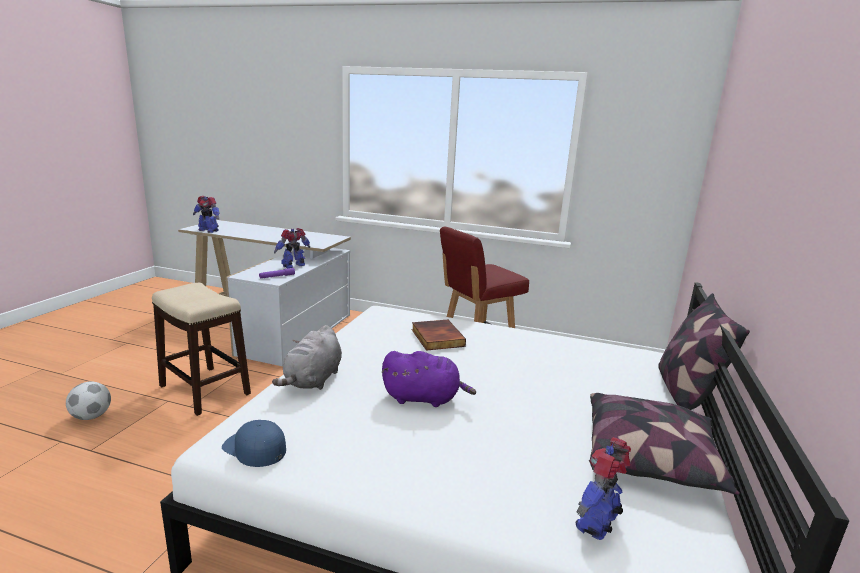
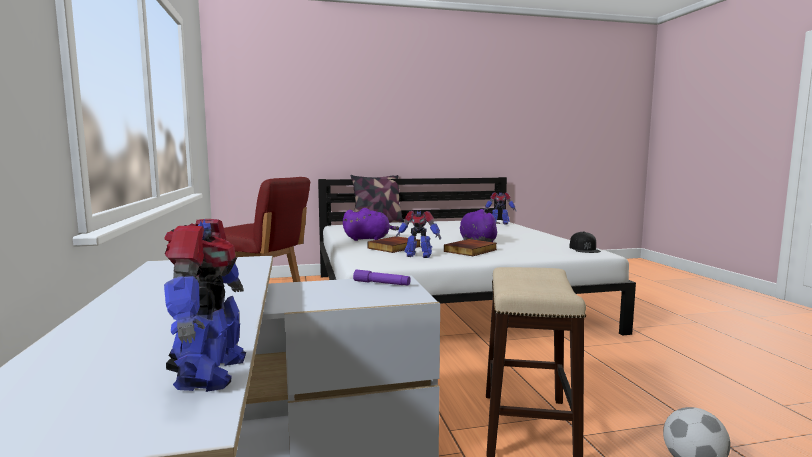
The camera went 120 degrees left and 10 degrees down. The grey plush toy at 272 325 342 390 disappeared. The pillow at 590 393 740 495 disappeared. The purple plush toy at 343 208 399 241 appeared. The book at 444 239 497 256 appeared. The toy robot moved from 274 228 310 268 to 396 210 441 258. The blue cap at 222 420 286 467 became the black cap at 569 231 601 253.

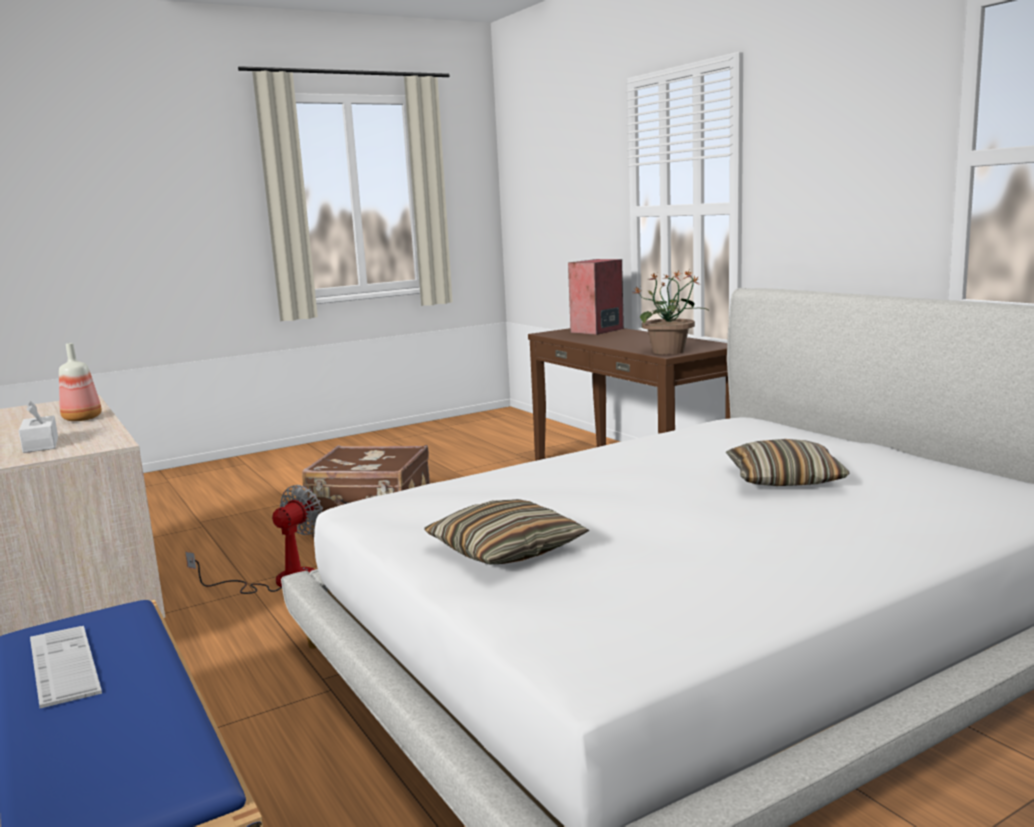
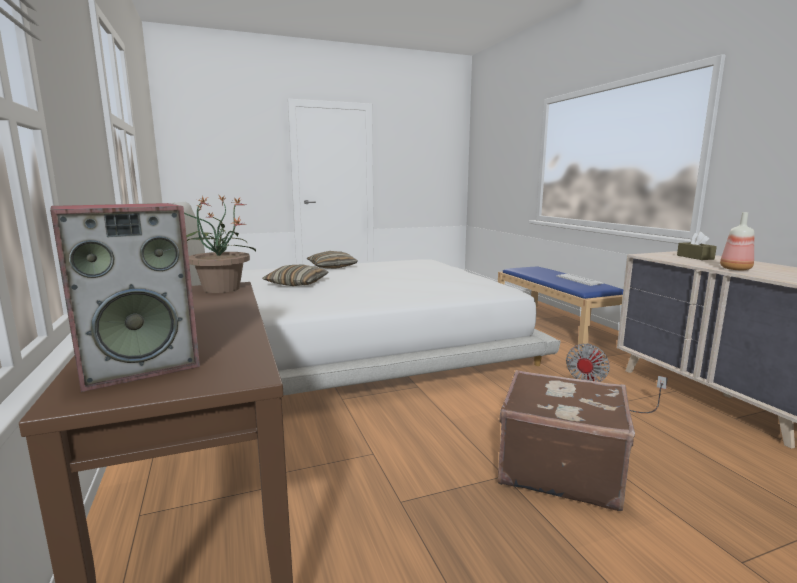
The camera went 170 degrees left and 0 degrees up. The pillow moved from 424 499 589 564 to 307 251 358 269. The white tissue box at 19 401 58 453 became the brown tissue box at 677 232 717 260.

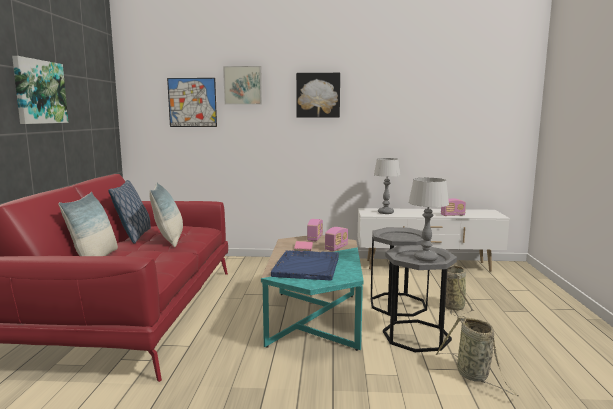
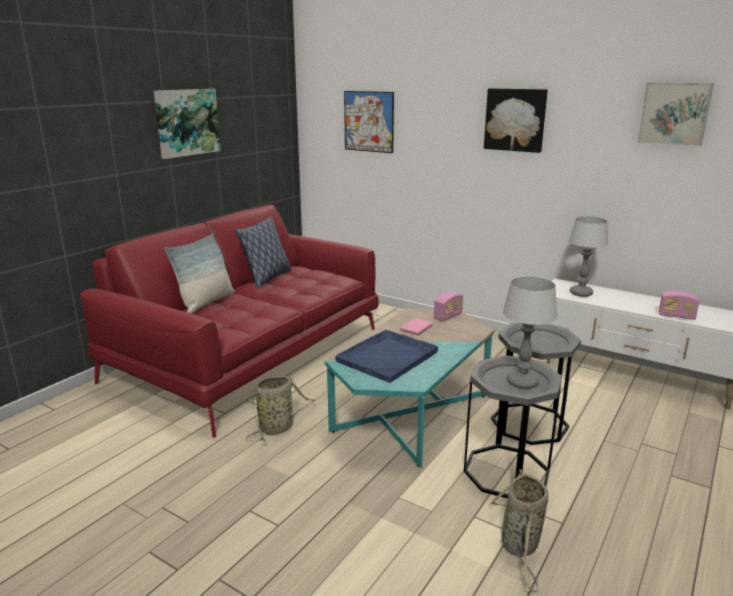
The camera went 30 degrees right and 10 degrees up. The pillow at 150 182 183 247 disappeared. The radio at 325 227 348 251 disappeared. The picture moved from 223 66 262 105 to 637 82 714 146. The basket moved from 445 265 474 316 to 246 376 314 441.

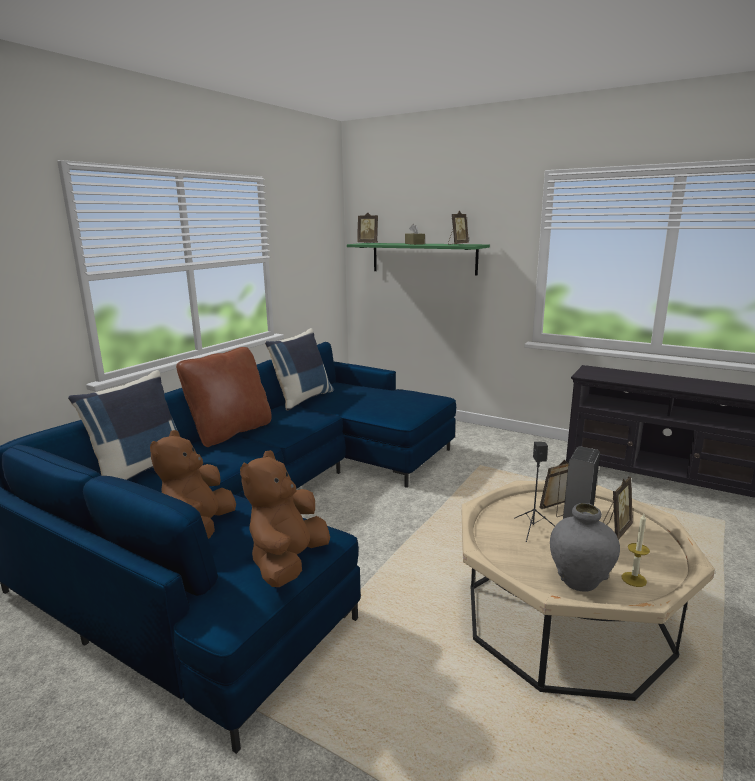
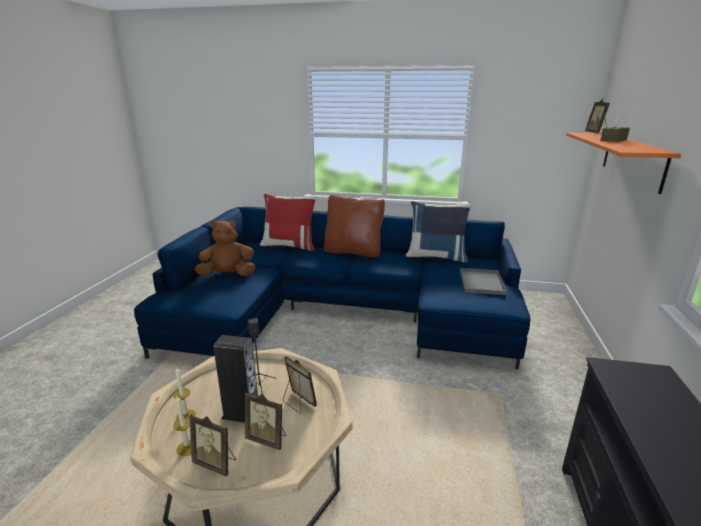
The camera went 70 degrees right and 5 degrees up. The brown plush toy at 240 450 330 587 disappeared. The grey tray at 460 268 507 295 appeared. The picture frame moved from 448 211 469 245 to 190 414 236 476. The grey vase at 550 503 620 592 was replaced by the candle at 173 366 196 420. The blue pillow at 68 370 178 480 became the red pillow at 260 194 316 251. The green shelf at 347 243 490 276 became the orange shelf at 566 132 681 194.

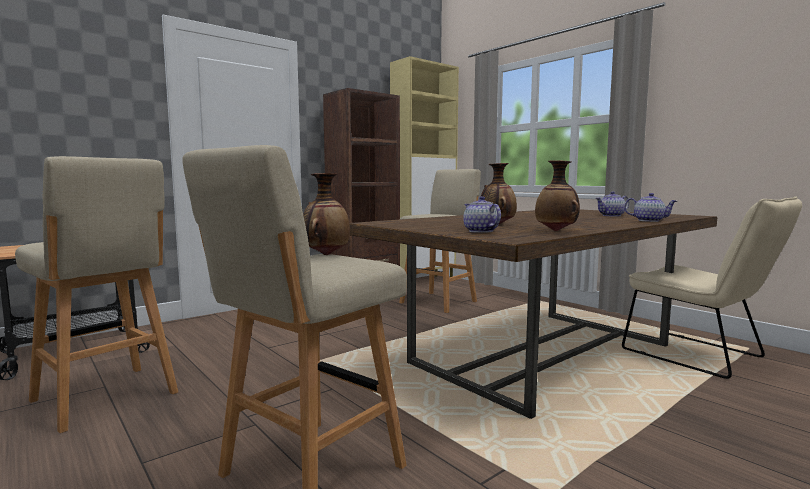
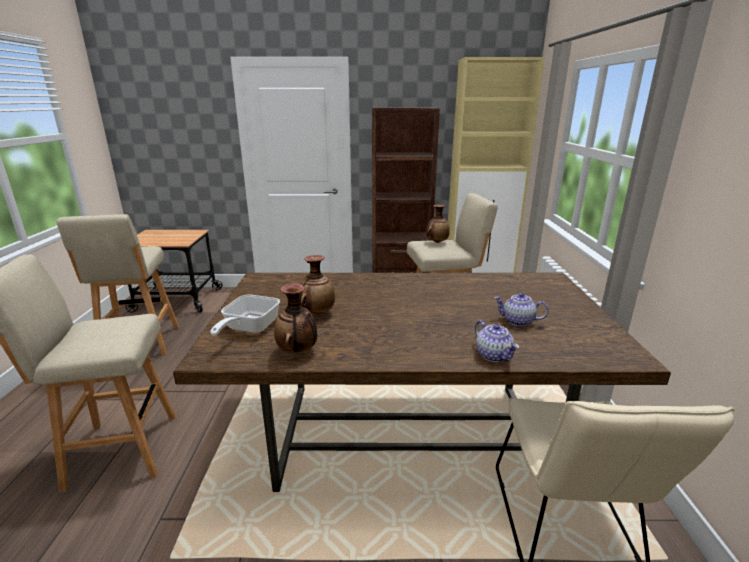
The camera went 40 degrees right and 15 degrees up. The vase moved from 303 173 350 255 to 427 205 450 243. The teapot at 463 196 501 233 was replaced by the frying pan at 210 294 280 336.

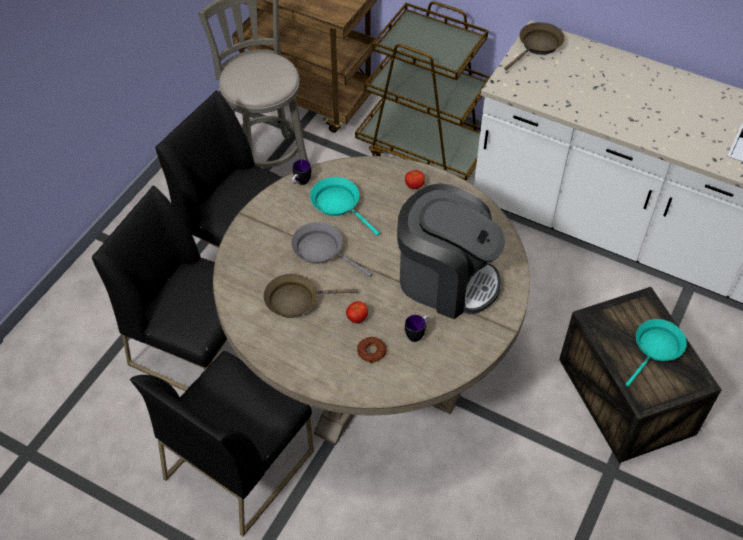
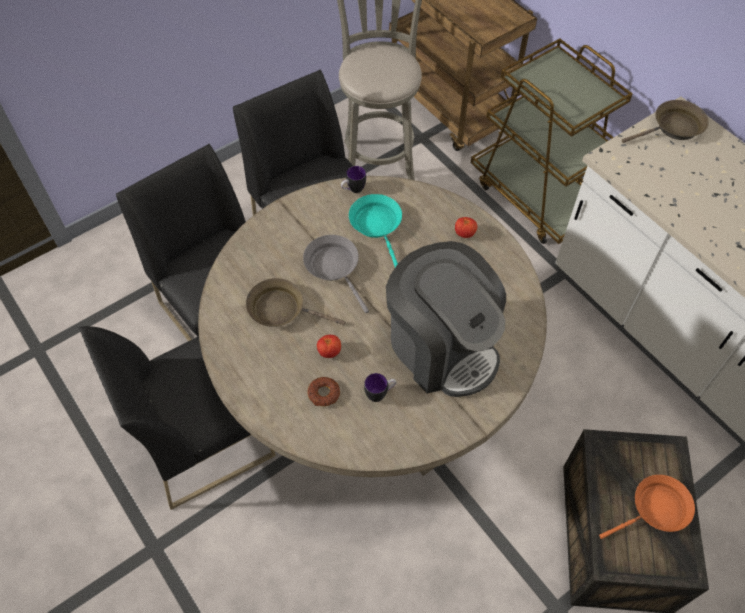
The camera went 25 degrees right and 5 degrees up. The turquoise frying pan at 625 319 687 387 became the orange frying pan at 599 475 695 539.

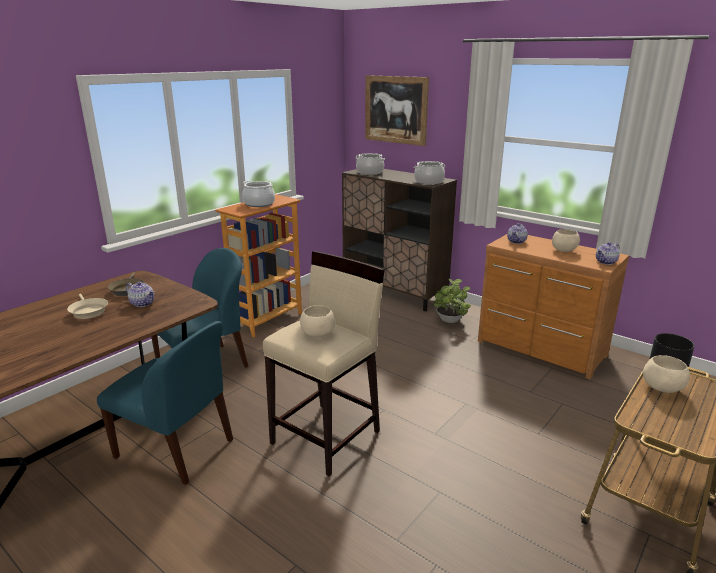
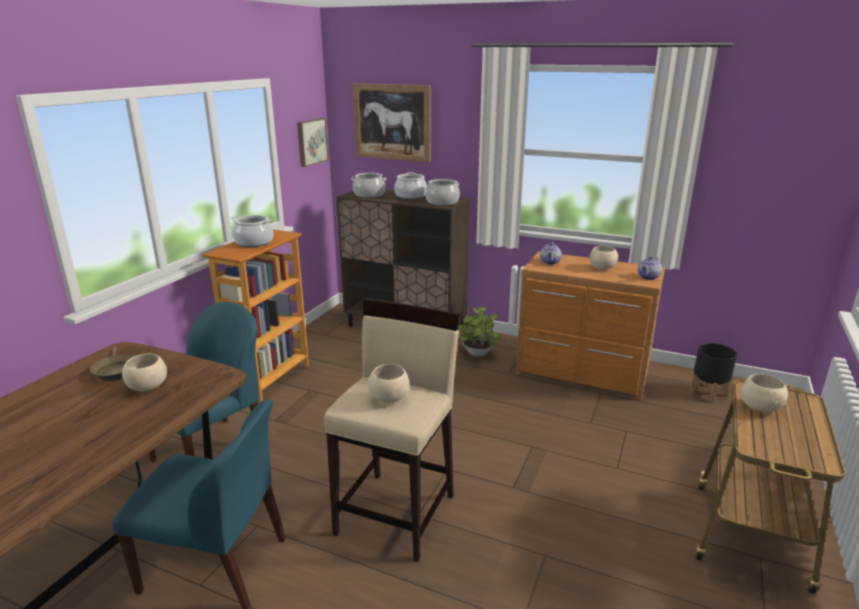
The camera went 15 degrees left and 0 degrees up. The beige frying pan at 67 294 108 319 disappeared. The picture at 297 118 329 167 appeared. The cooking pot at 394 172 427 199 appeared. The teapot at 126 282 155 307 was replaced by the beige bowl at 122 353 167 391.

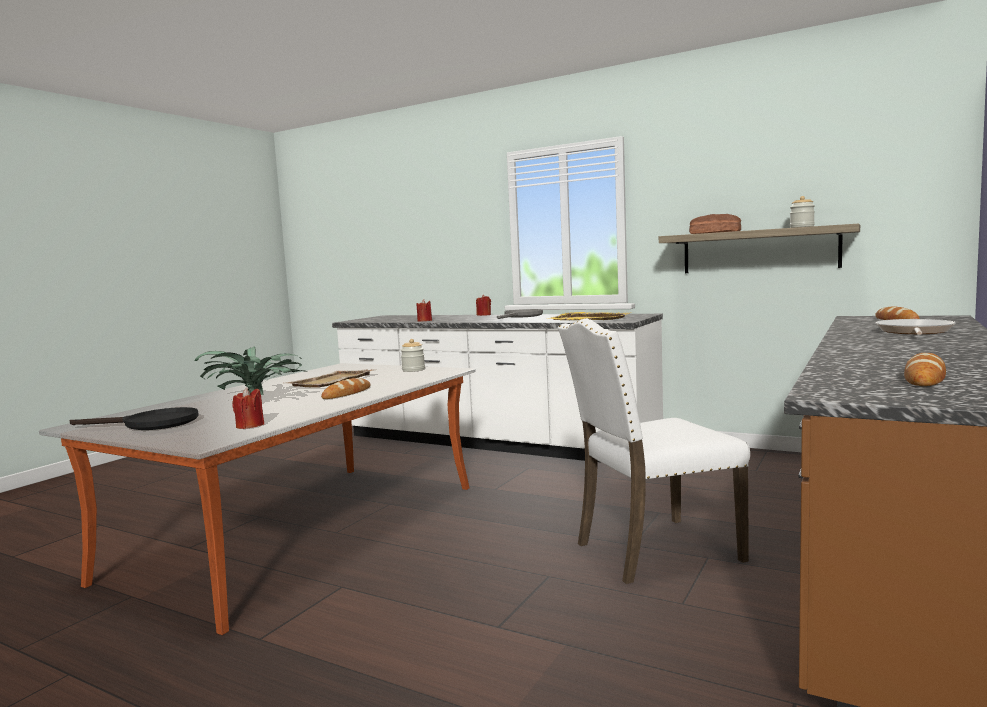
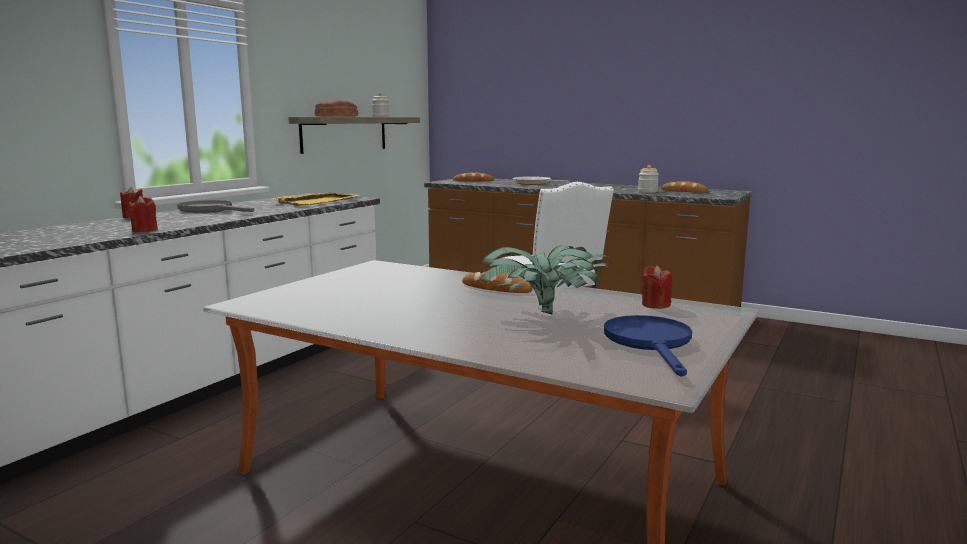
The camera went 90 degrees left and 5 degrees up. The beige tray at 286 369 374 388 disappeared. The jar moved from 401 339 425 372 to 638 165 659 193. The black frying pan at 70 407 199 430 became the blue frying pan at 604 315 692 376.

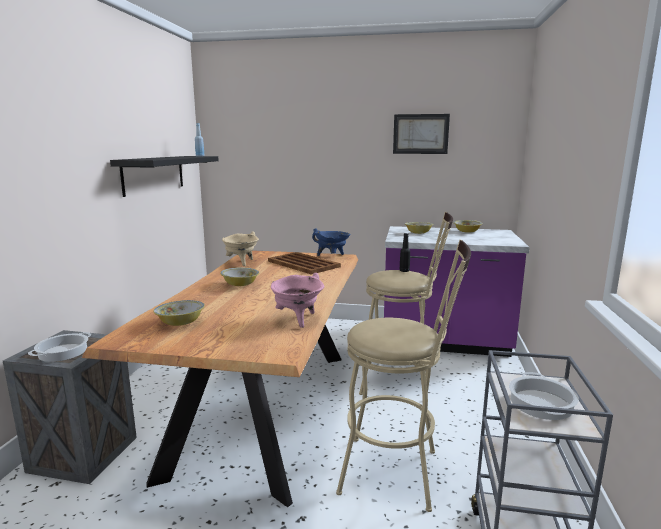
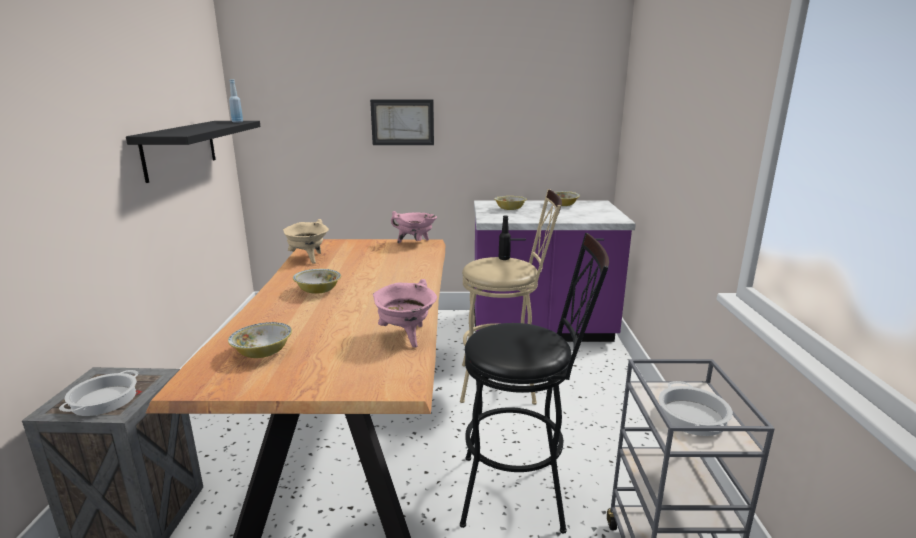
The camera went 10 degrees left and 5 degrees up. The brown tray at 268 252 341 275 disappeared. The picture moved from 393 114 450 154 to 370 99 434 145. The blue cooking pot at 312 228 351 256 became the pink cooking pot at 391 211 437 244. The beige stool at 336 240 471 512 became the black stool at 460 233 609 534.

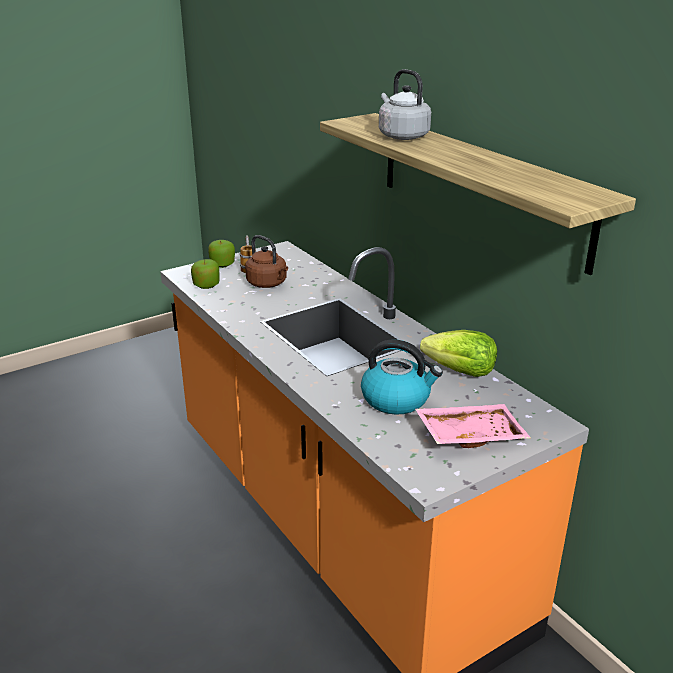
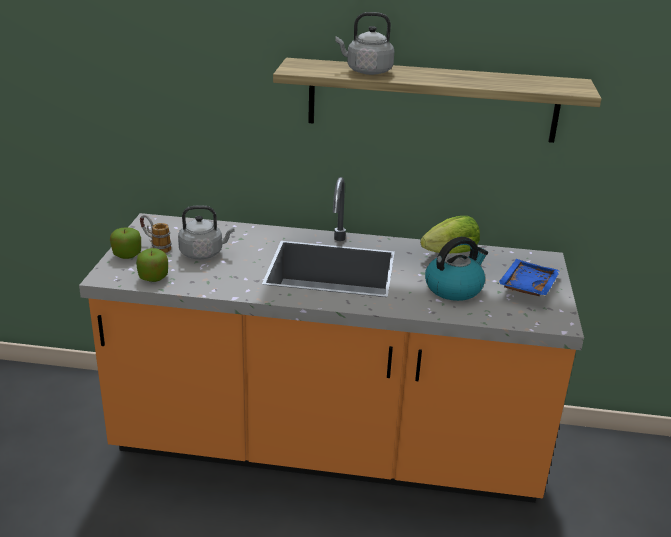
The camera went 50 degrees left and 0 degrees up. The brown kettle at 245 235 288 288 became the grey kettle at 178 206 235 259. The pink tray at 415 404 531 448 became the blue tray at 498 259 560 296.

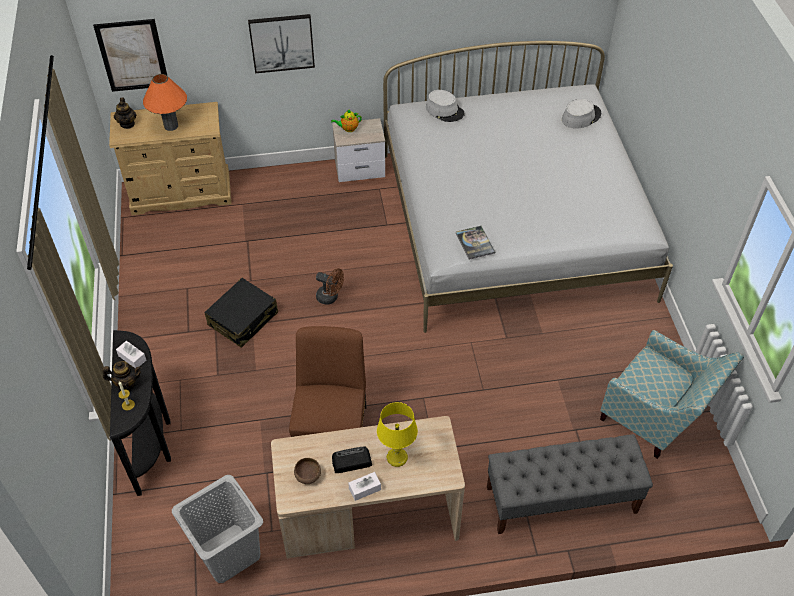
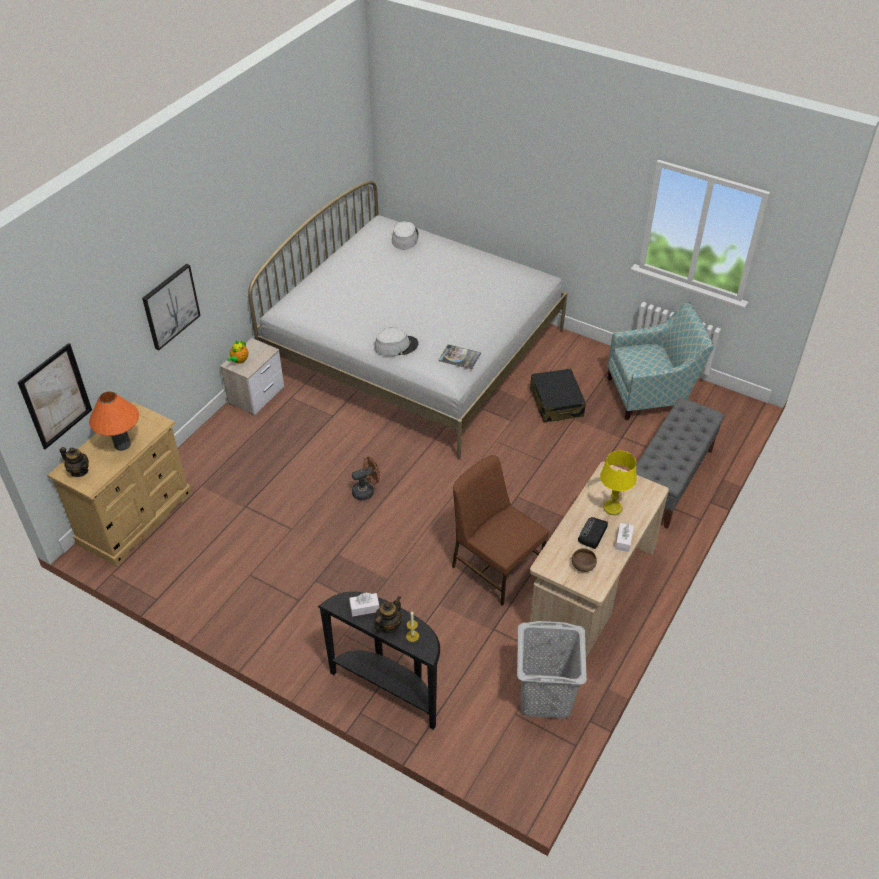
The camera went 50 degrees left and 5 degrees down. The black suitcase moved from 204 278 278 348 to 530 369 586 423. The grey hat moved from 426 90 465 122 to 374 327 419 356.

